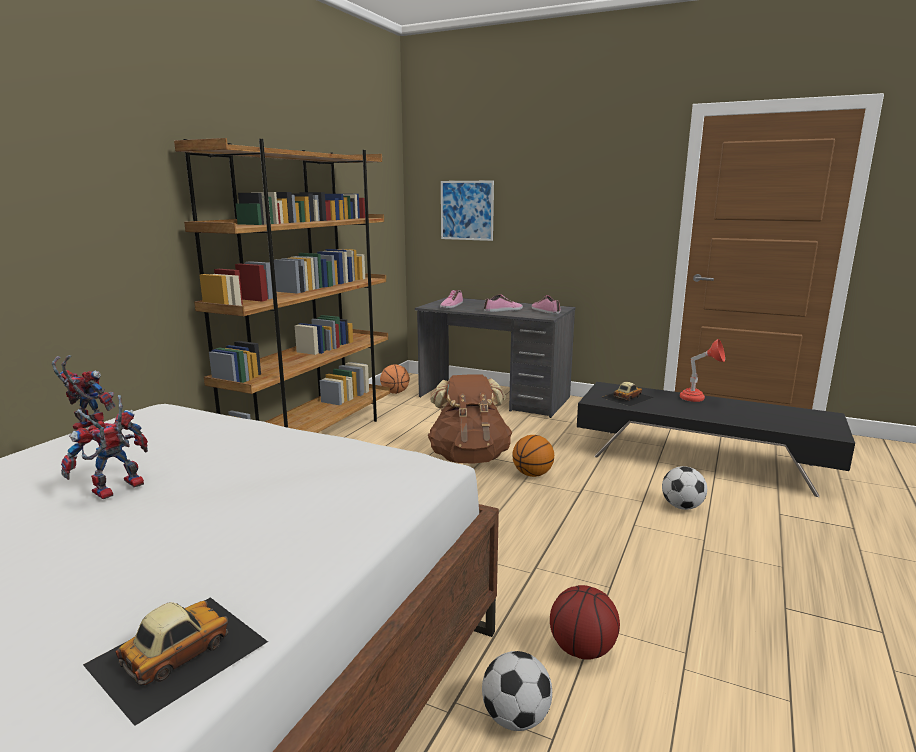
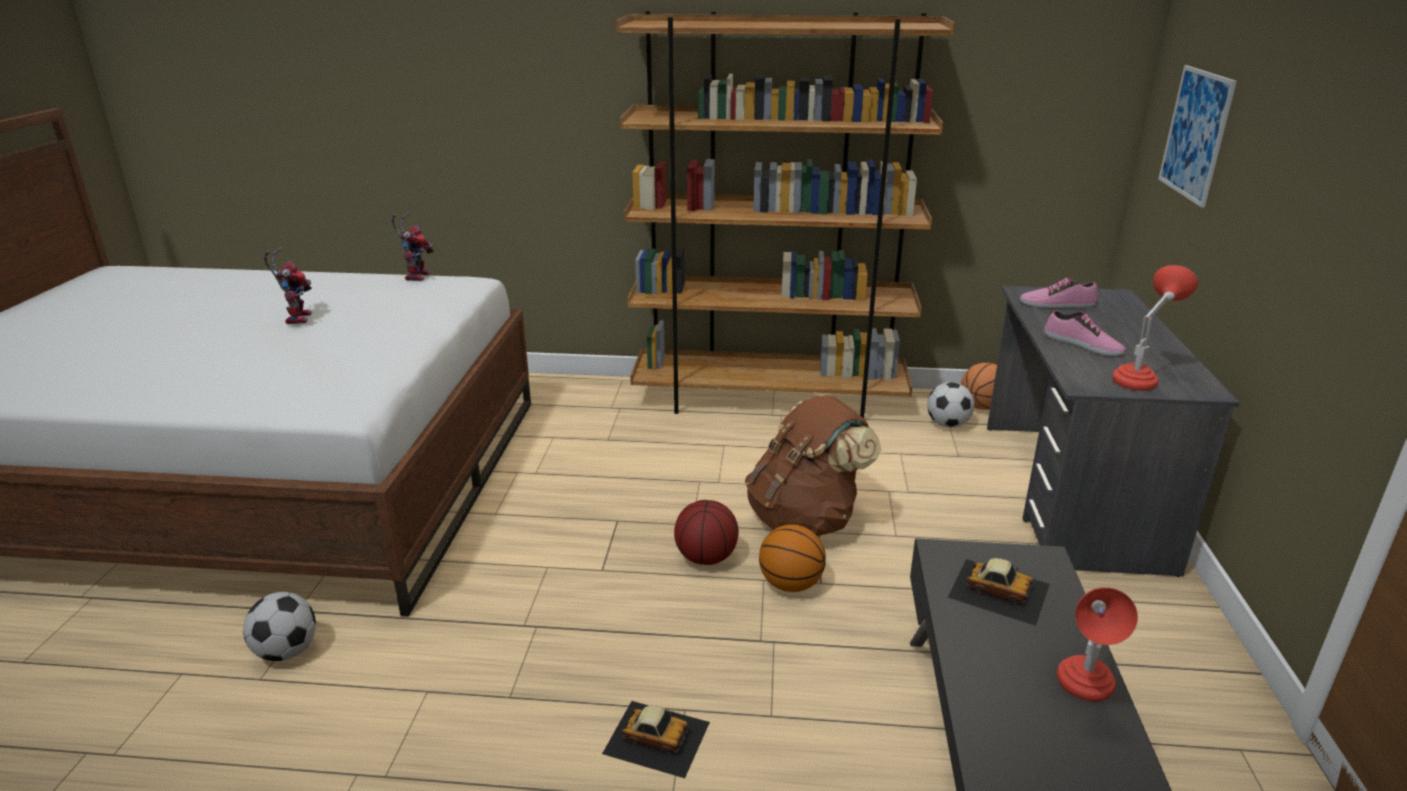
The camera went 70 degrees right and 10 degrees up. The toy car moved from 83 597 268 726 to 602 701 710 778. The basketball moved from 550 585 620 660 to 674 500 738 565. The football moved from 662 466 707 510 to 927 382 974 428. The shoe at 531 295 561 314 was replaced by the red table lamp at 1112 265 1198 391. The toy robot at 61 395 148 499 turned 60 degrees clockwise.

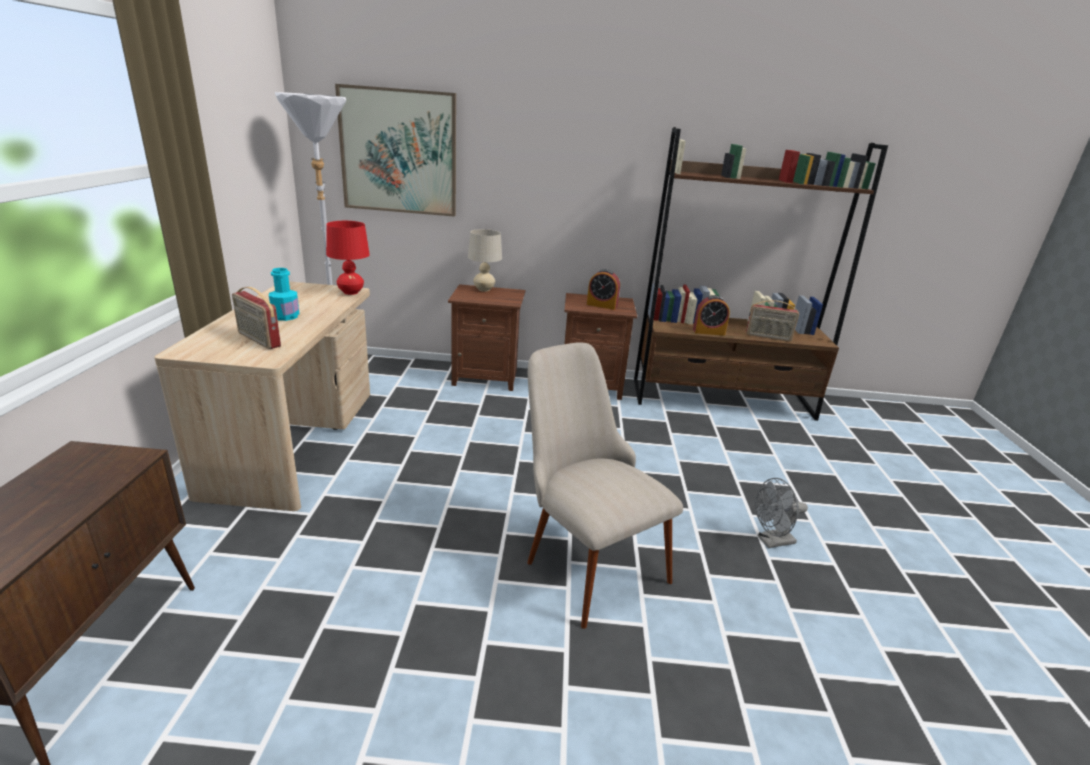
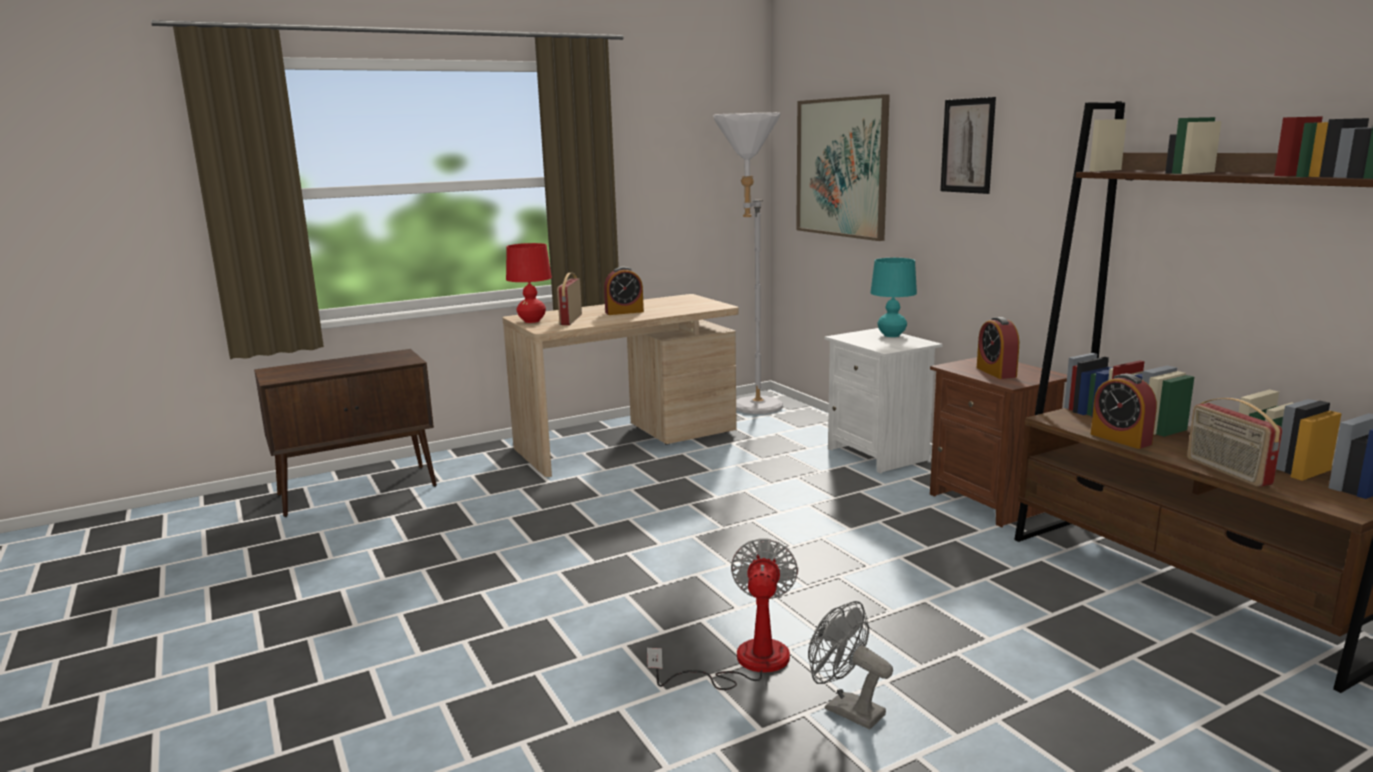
The camera went 60 degrees right and 10 degrees down. The beige chair at 527 342 683 629 disappeared. The fan at 647 538 798 690 appeared. The picture at 940 97 996 194 appeared. The red table lamp moved from 326 221 370 295 to 506 243 552 323. The turquoise bottle at 269 268 299 321 was replaced by the alarm clock at 604 267 644 315. The brown nightstand at 448 284 525 391 became the white nightstand at 825 328 943 473. The beige table lamp at 468 229 502 292 became the turquoise table lamp at 870 258 917 337.

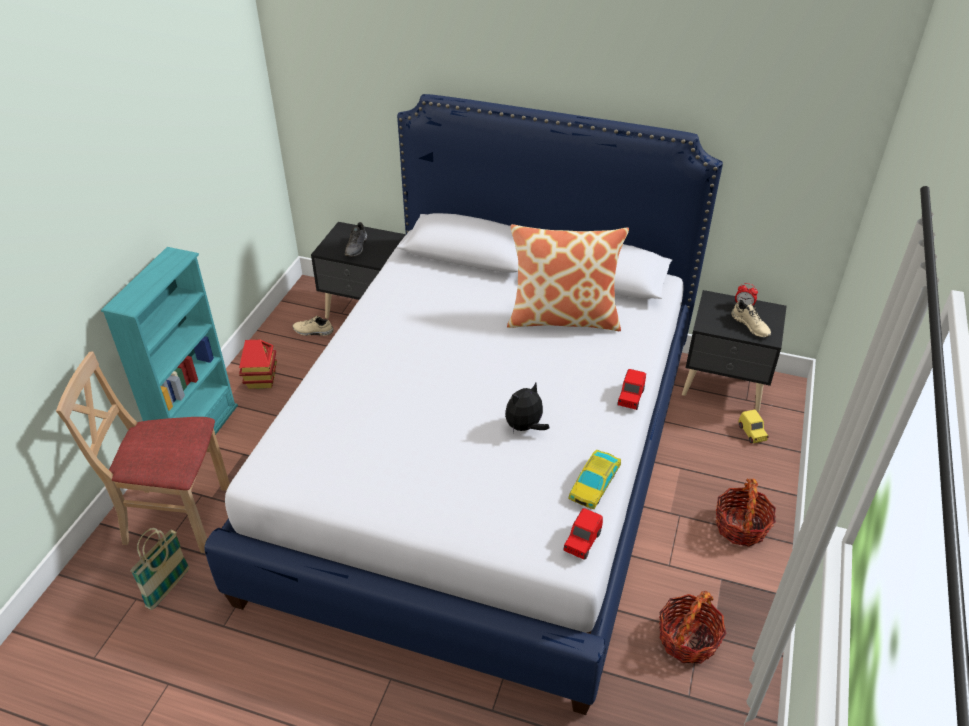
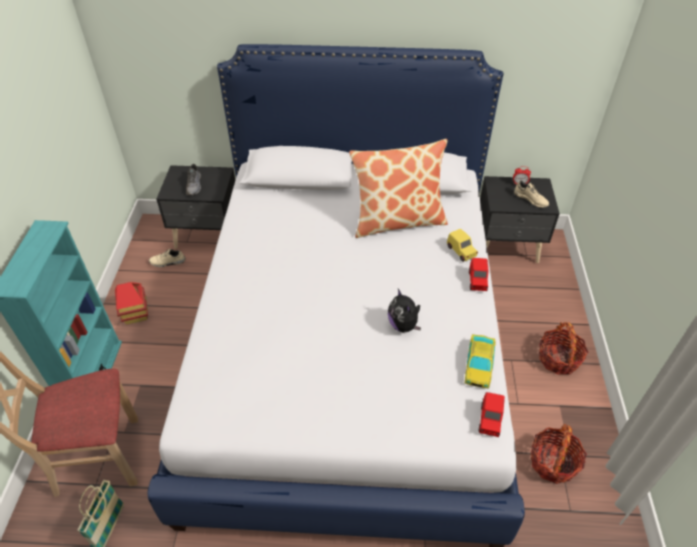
The camera went 15 degrees left and 5 degrees up. The yellow toy car moved from 739 410 768 444 to 447 229 478 262. The plush toy at 505 383 549 432 turned 60 degrees counterclockwise.

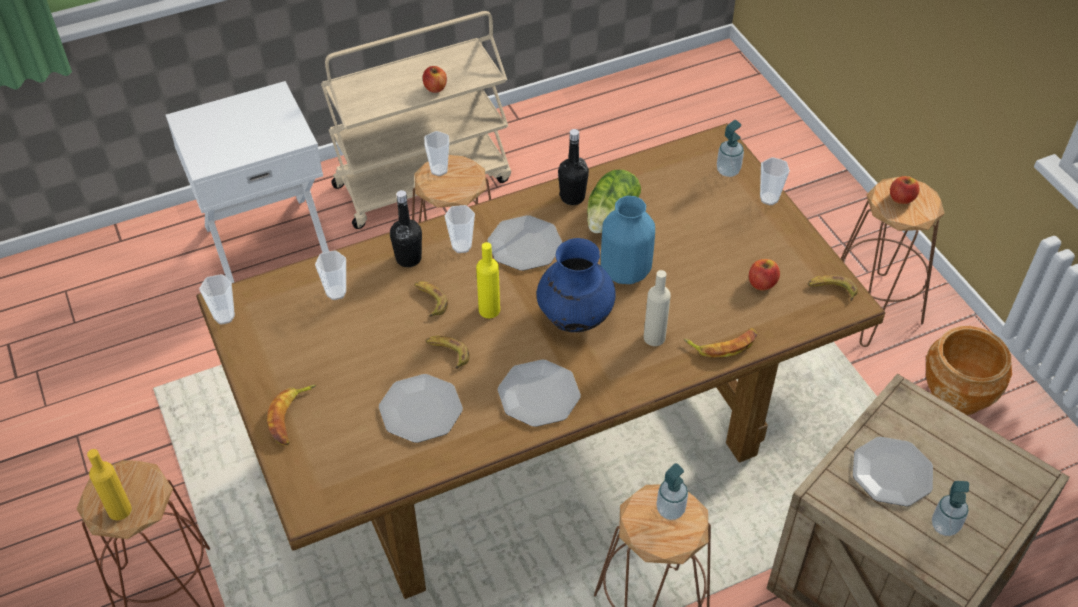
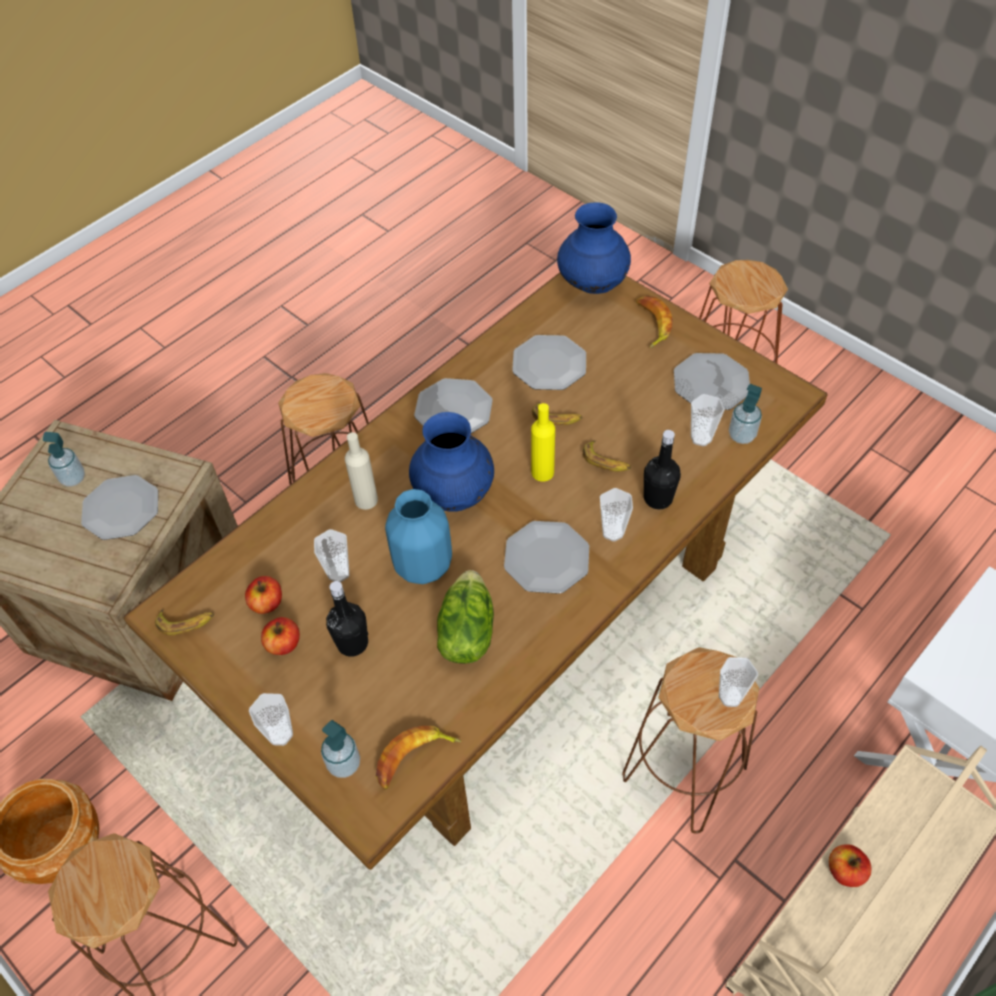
The camera went 160 degrees right and 5 degrees up. The yellow bottle at 87 449 132 520 disappeared. The blue vase at 557 202 631 294 appeared. The plate at 674 353 750 410 appeared. The cup moved from 199 274 235 325 to 314 529 349 582. The black bottle moved from 558 129 589 205 to 326 581 368 657. The soap dispenser moved from 656 463 688 520 to 729 384 762 444. The banana moved from 684 328 757 358 to 376 726 462 790. The apple moved from 890 176 920 204 to 261 617 300 655.

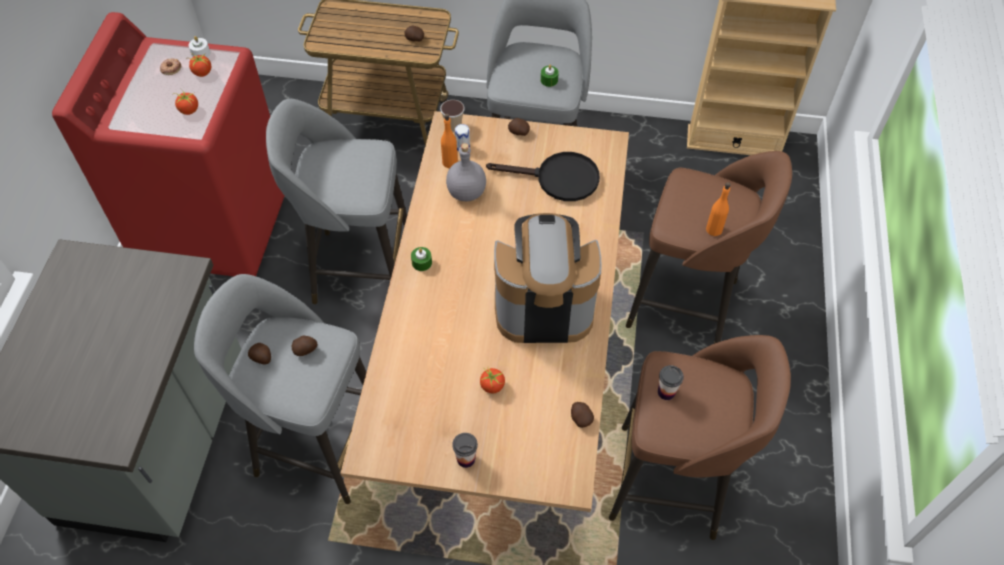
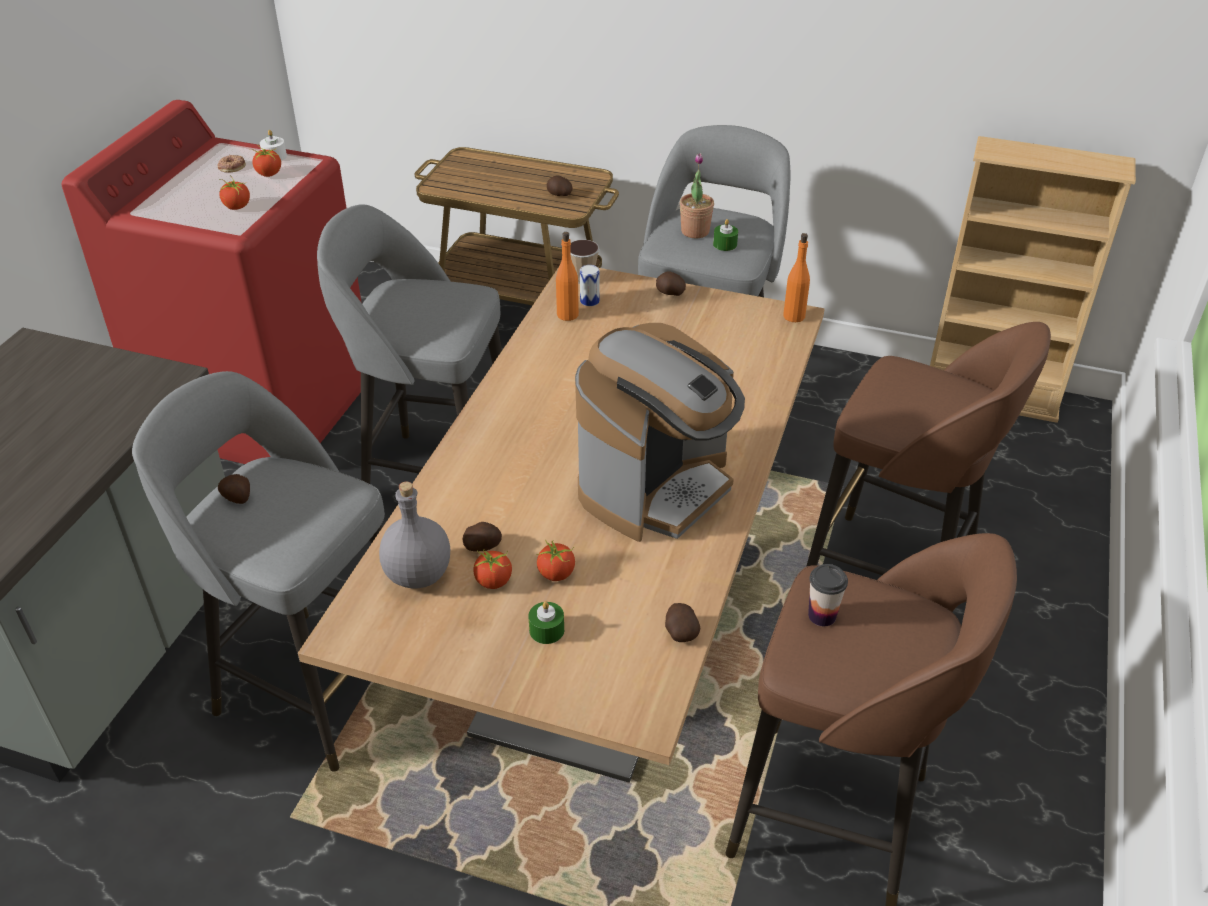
The camera went 10 degrees right and 15 degrees down. The cup at 452 433 478 468 disappeared. The black frying pan at 486 152 600 201 disappeared. The tomato at 473 550 512 589 appeared. The potted plant at 680 153 714 238 appeared. The potato moved from 292 336 317 356 to 463 522 502 551. The green candle moved from 411 247 432 271 to 528 602 564 644. The grey bottle moved from 446 143 486 201 to 379 482 450 588. The orange bottle moved from 706 182 731 236 to 783 233 810 322. The coffee machine at 494 213 601 343 turned 120 degrees clockwise.

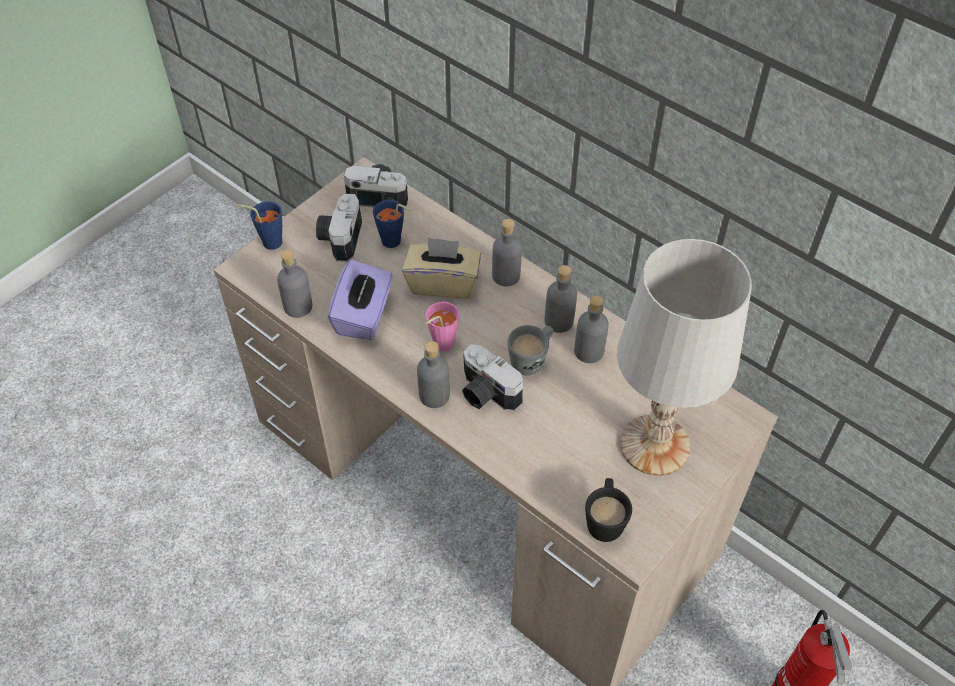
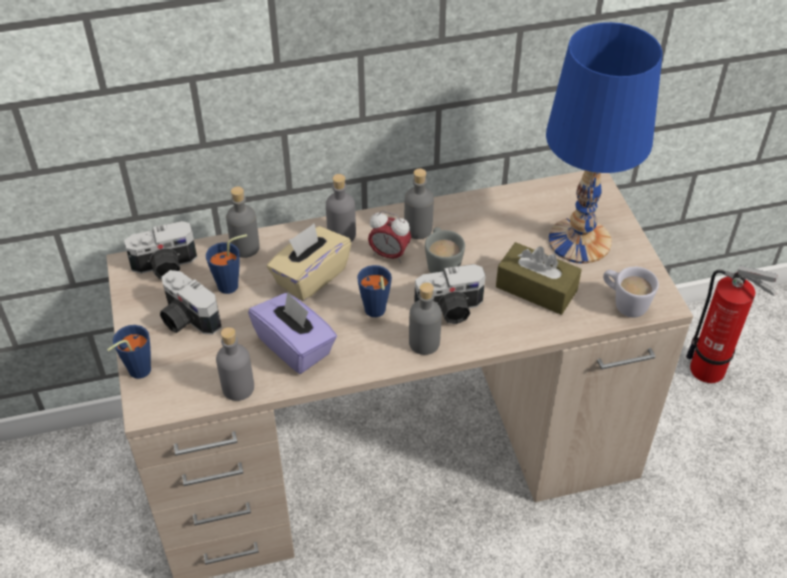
The camera went 55 degrees left and 5 degrees down. The alarm clock at 368 211 411 263 appeared. The brown tissue box at 496 242 582 315 appeared. The grey bottle moved from 574 296 609 363 to 226 186 260 258. The pink cup at 424 302 460 352 became the blue cup at 357 265 392 317. The black mug at 585 478 632 542 became the white mug at 603 266 659 318. The white table lamp at 617 239 752 476 became the blue table lamp at 546 22 662 264. The photo camera at 344 164 408 208 turned 150 degrees counterclockwise.

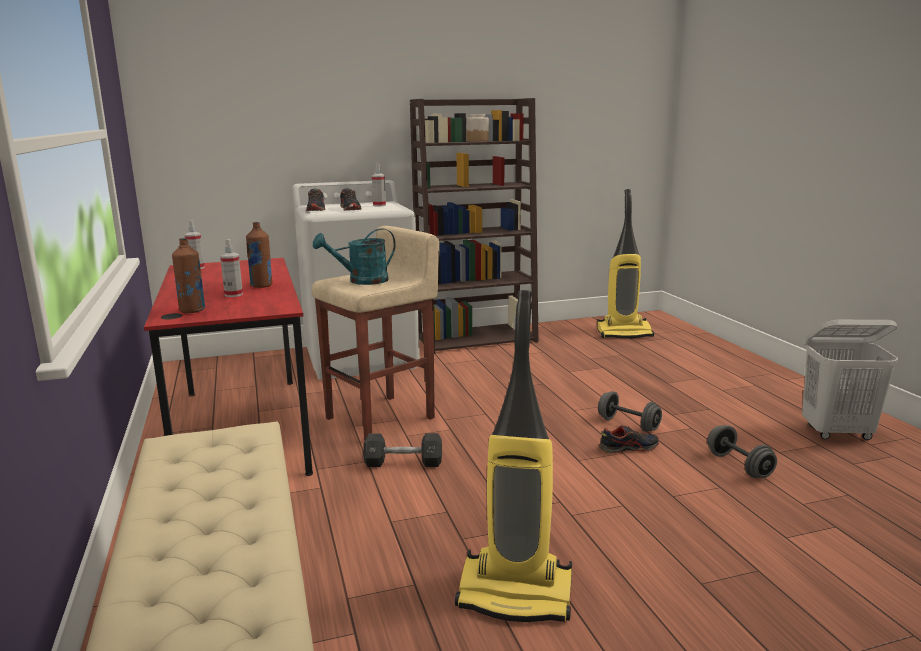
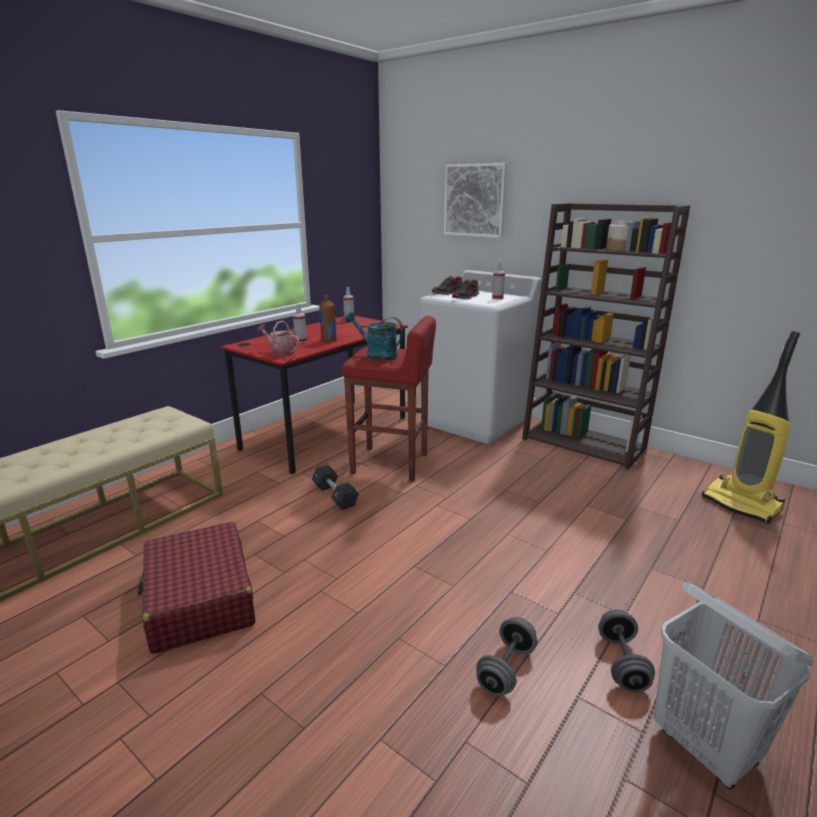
The camera went 55 degrees right and 5 degrees up. The brown bottle at 172 238 205 313 disappeared. The shoe at 599 425 659 453 disappeared. The watering can at 257 321 299 356 appeared. The picture at 444 163 508 238 appeared. The grey dumbbell moved from 598 391 662 432 to 598 609 655 693. The vacuum cleaner at 455 290 572 622 was replaced by the red suitcase at 138 522 255 654. The beige stool at 311 226 440 441 became the red stool at 341 316 436 481.

